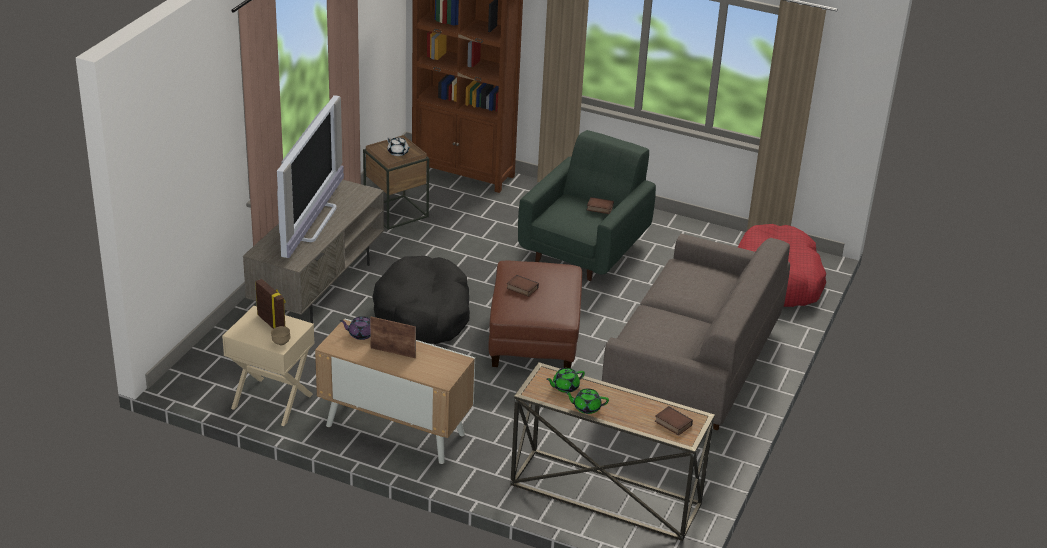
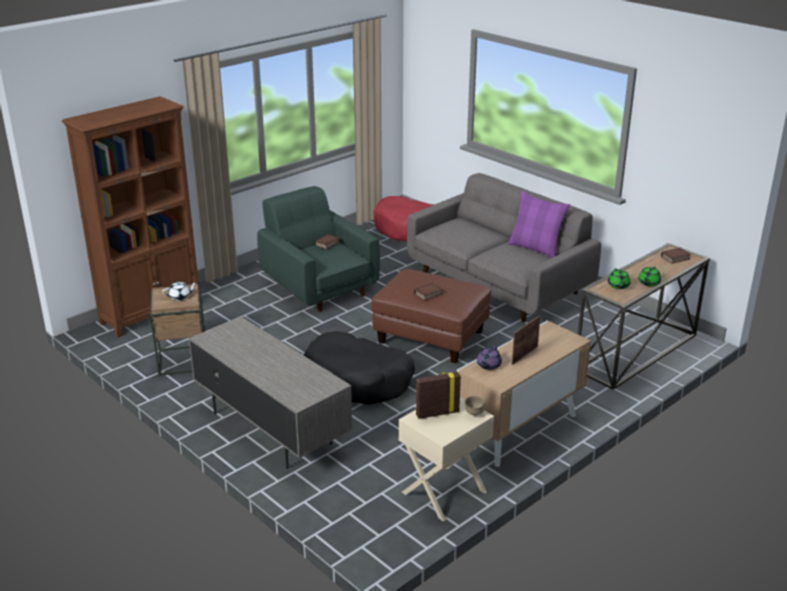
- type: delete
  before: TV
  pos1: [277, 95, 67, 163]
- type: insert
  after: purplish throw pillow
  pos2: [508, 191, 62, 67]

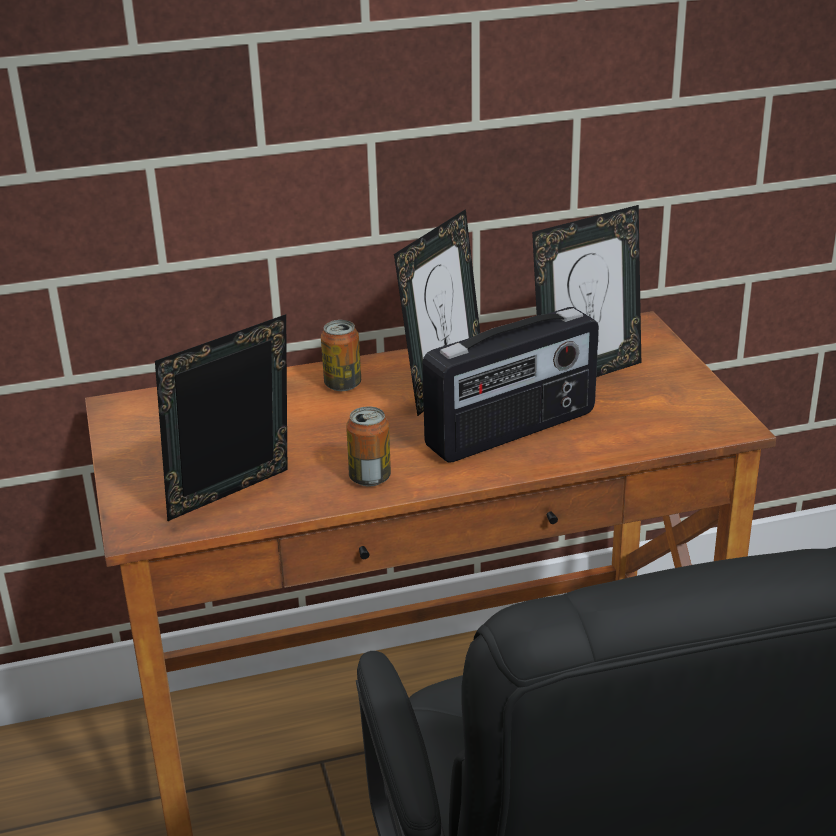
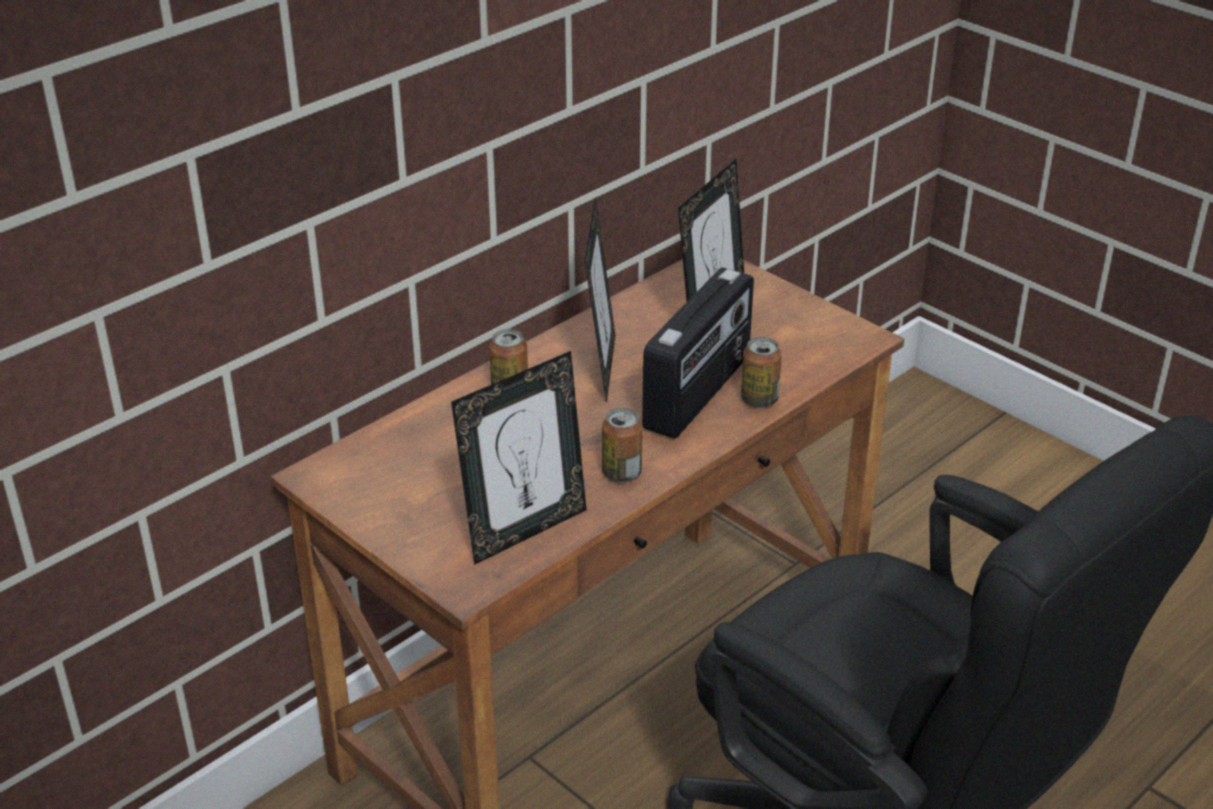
- type: rotate
  before: photo frame
  pos1: [155, 314, 132, 207]
  pos2: [451, 351, 136, 214]
  turn: -150
- type: insert
  after: metal can
  pos2: [741, 337, 41, 71]

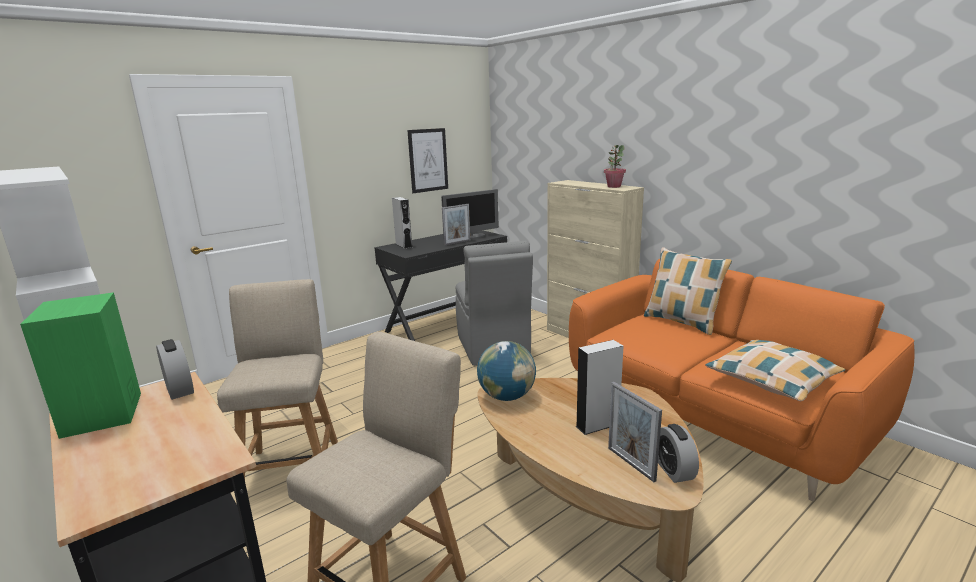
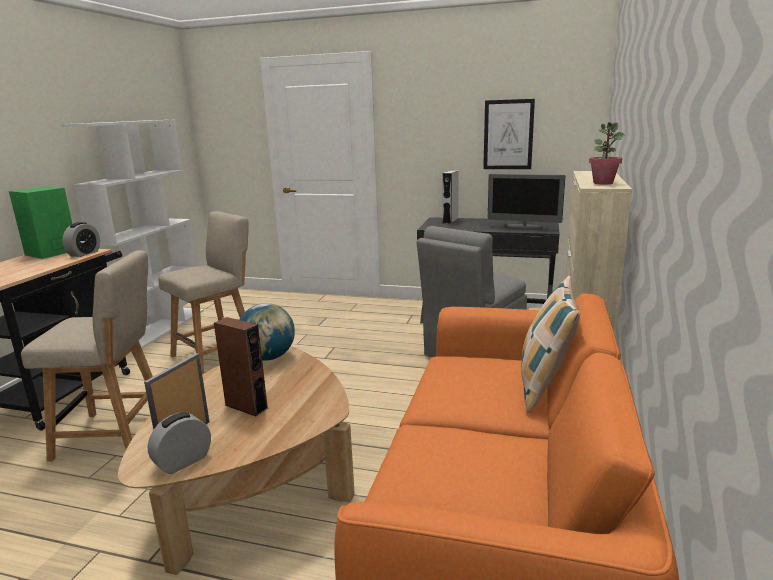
- type: delete
  before: photo frame
  pos1: [442, 204, 28, 41]
- type: recolor
  before: greyish speaker
  after: brown-coloured speaker
  pos1: [576, 340, 47, 95]
  pos2: [214, 317, 54, 99]
- type: delete
  before: throw pillow
  pos1: [705, 340, 140, 61]

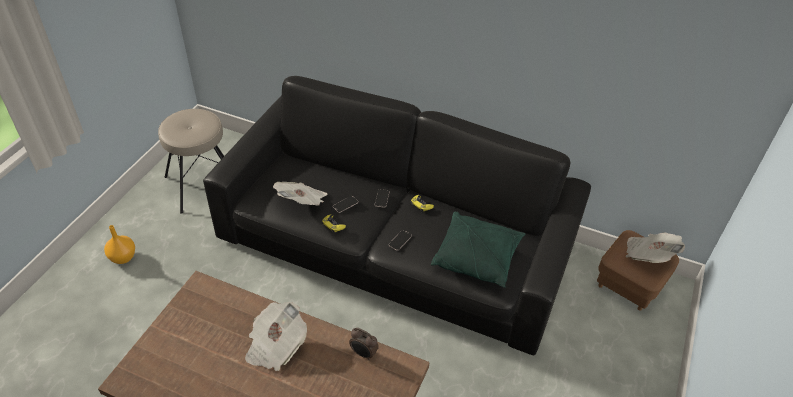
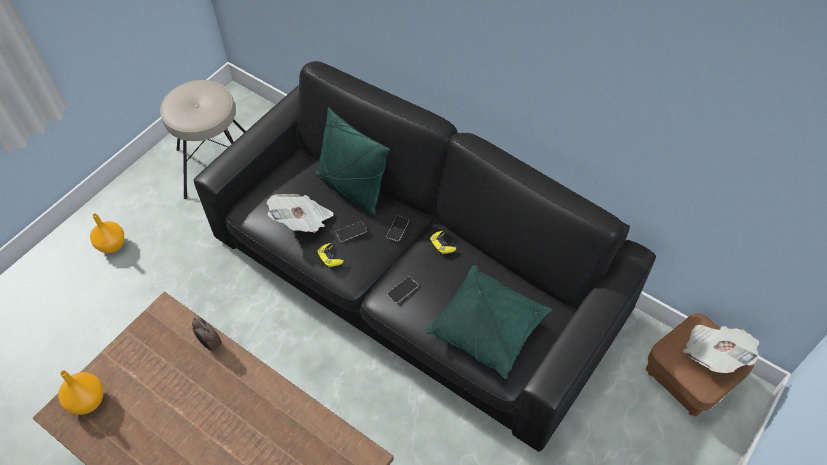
- type: delete
  before: printed paper
  pos1: [245, 302, 62, 69]
- type: move
  before: alarm clock
  pos1: [349, 328, 30, 32]
  pos2: [192, 317, 30, 35]
- type: insert
  after: greenish throw pillow
  pos2: [316, 107, 74, 108]
- type: insert
  after: orange flower vase
  pos2: [58, 370, 45, 45]

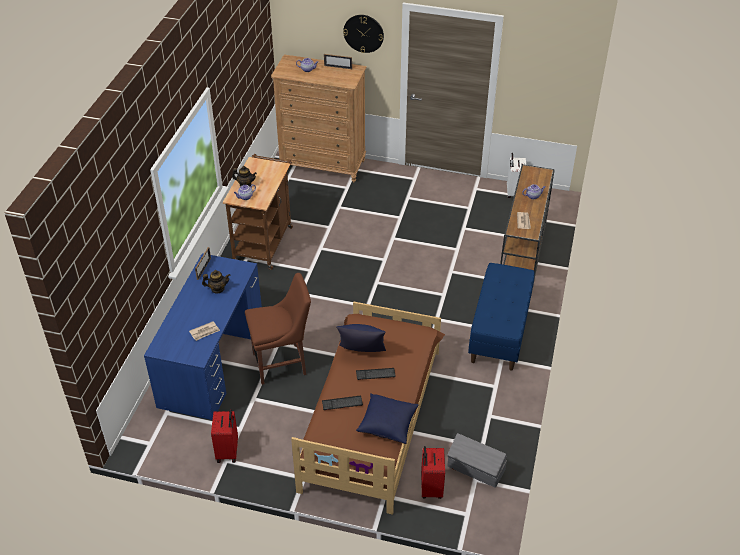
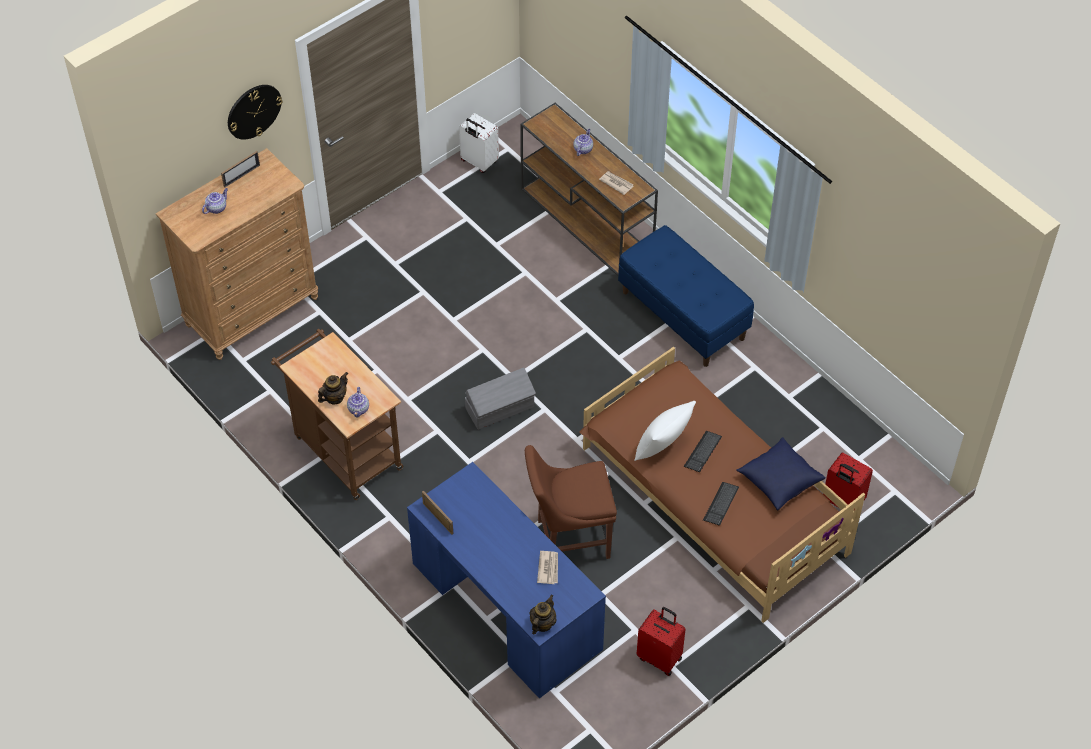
- type: move
  before: teapot
  pos1: [202, 270, 28, 24]
  pos2: [529, 595, 27, 40]
- type: rotate
  before: brown-coloured upright chair
  pos1: [245, 273, 66, 112]
  pos2: [525, 445, 92, 114]
  turn: -120
- type: recolor
  before: bluish throw pillow
  after: whitish throw pillow
  pos1: [336, 324, 50, 28]
  pos2: [634, 401, 62, 60]
- type: move
  before: greyish storage container
  pos1: [447, 433, 60, 55]
  pos2: [465, 368, 71, 62]

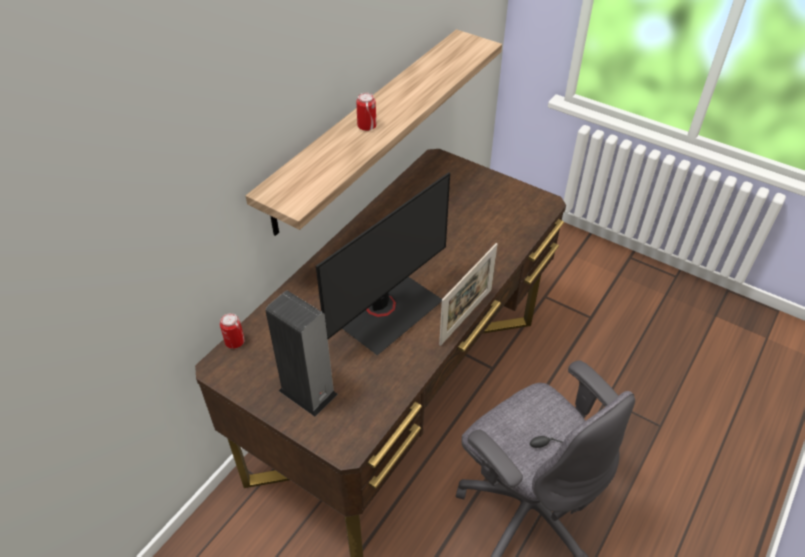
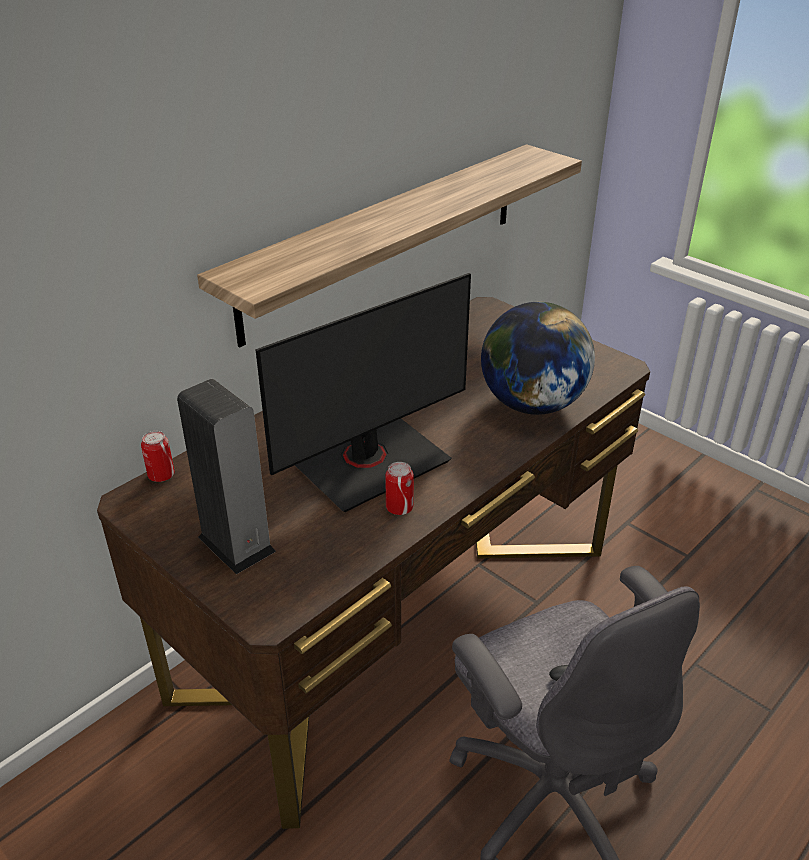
- type: move
  before: metal can
  pos1: [356, 93, 20, 38]
  pos2: [386, 462, 28, 53]
- type: delete
  before: photo frame
  pos1: [439, 243, 58, 103]
- type: insert
  after: globe
  pos2: [481, 302, 114, 113]

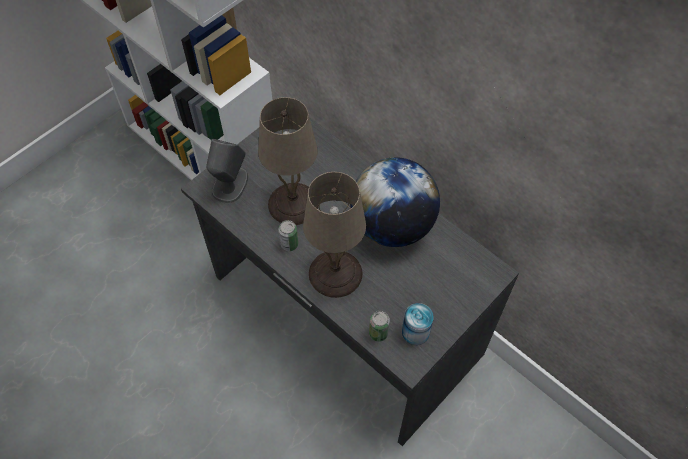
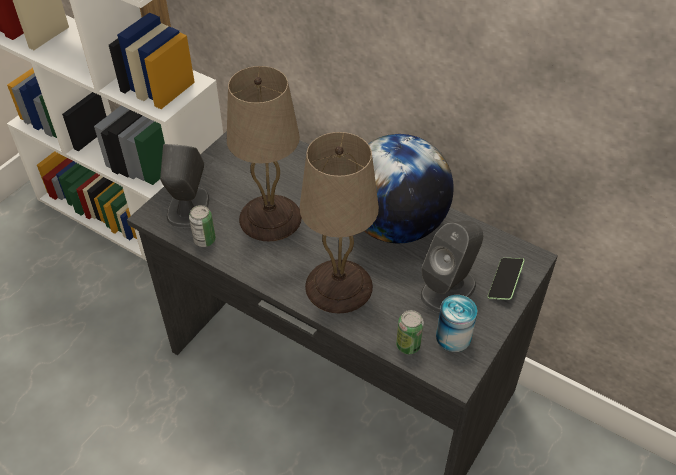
- type: move
  before: metal can
  pos1: [278, 220, 20, 31]
  pos2: [189, 205, 27, 42]
- type: insert
  after: greyish speaker
  pos2: [420, 221, 63, 92]
- type: insert
  after: telephone
  pos2: [487, 258, 38, 42]

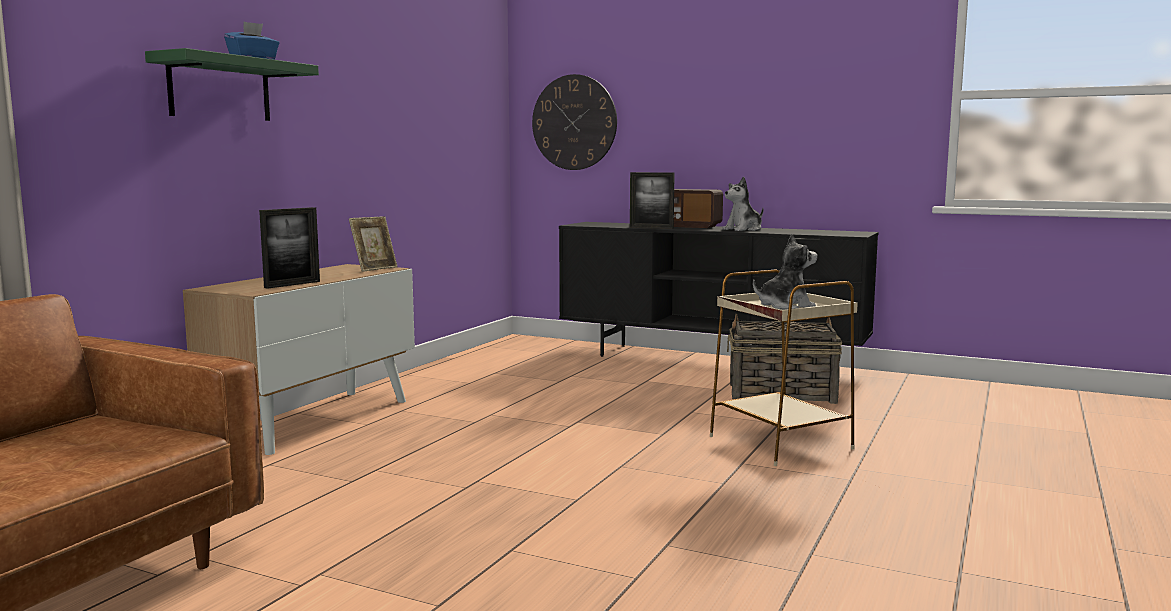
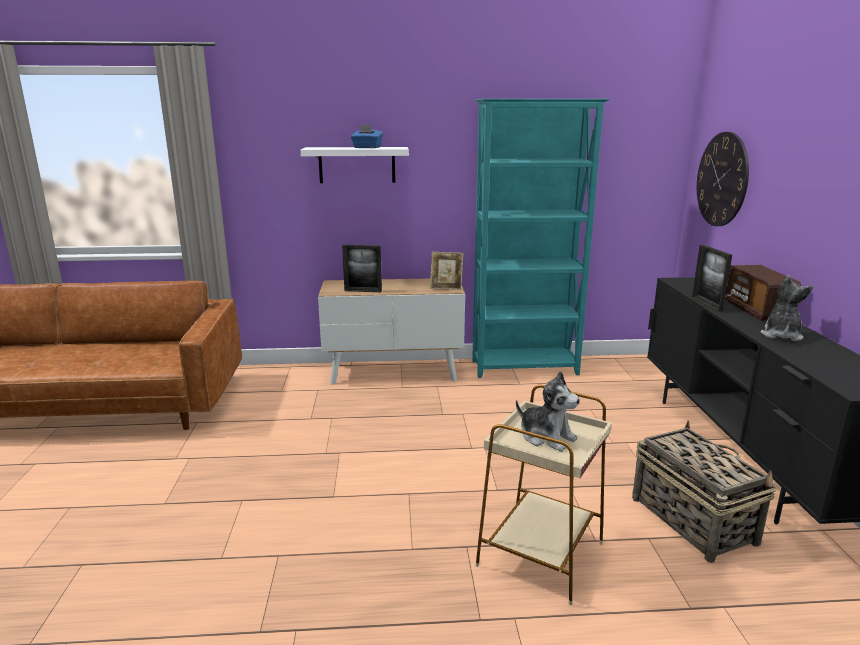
- type: recolor
  before: greenish shelf
  after: whitish shelf
  pos1: [145, 48, 174, 73]
  pos2: [301, 147, 108, 36]
- type: rotate
  before: plush toy
  pos1: [722, 177, 41, 54]
  pos2: [760, 275, 54, 66]
  turn: 90
- type: insert
  after: turquoise-coloured bookshelf
  pos2: [472, 99, 138, 279]

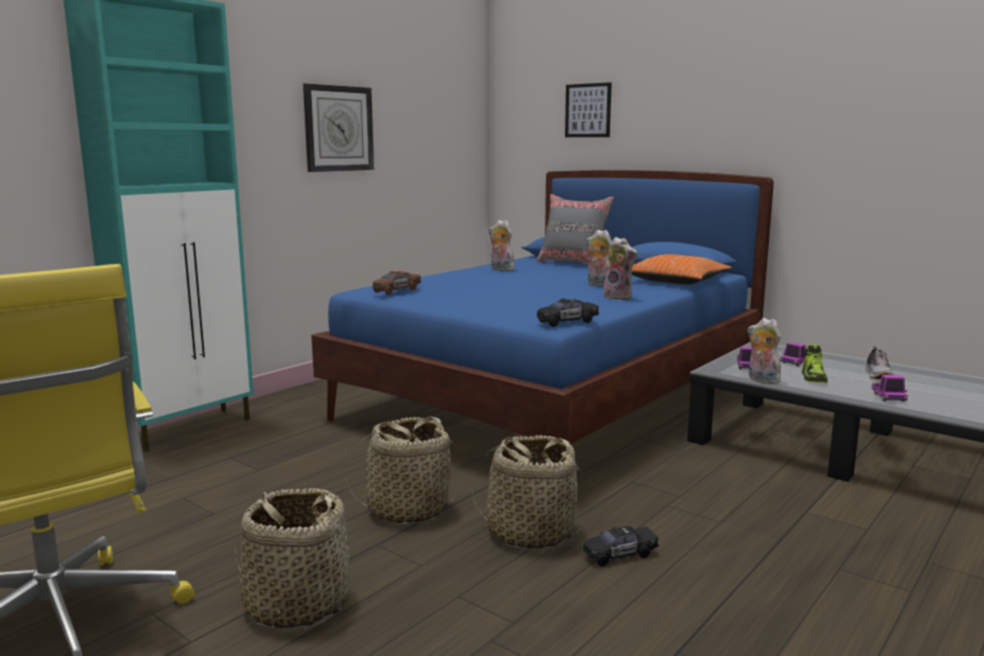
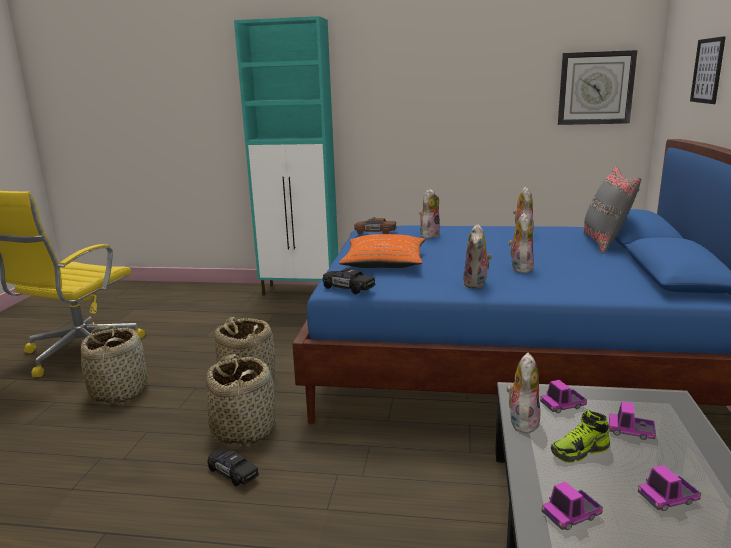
- type: move
  before: hanging clock
  pos1: [303, 83, 71, 89]
  pos2: [558, 50, 79, 75]
- type: move
  before: orange throw pillow
  pos1: [632, 254, 100, 31]
  pos2: [339, 234, 86, 34]
- type: replace
  before: item of footwear
  after: toy truck
  pos1: [865, 347, 29, 33]
  pos2: [638, 465, 63, 46]
- type: insert
  after: plush toy
  pos2: [419, 189, 21, 49]

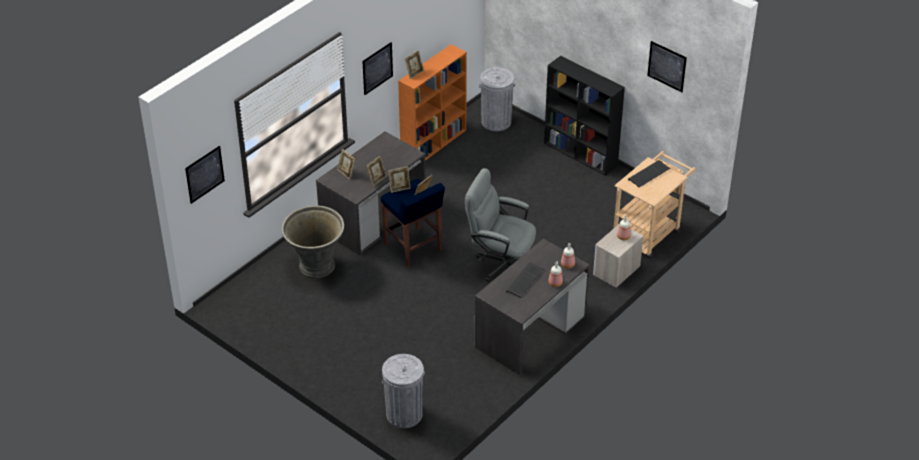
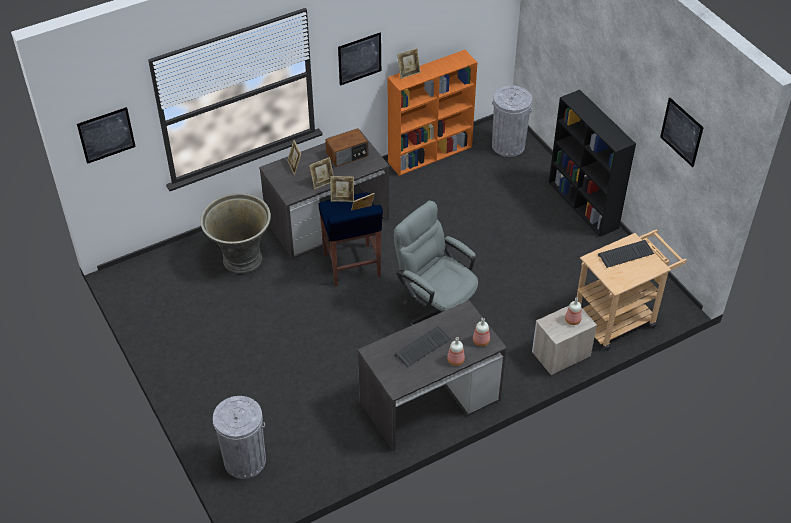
- type: insert
  after: radio receiver
  pos2: [325, 128, 43, 39]

